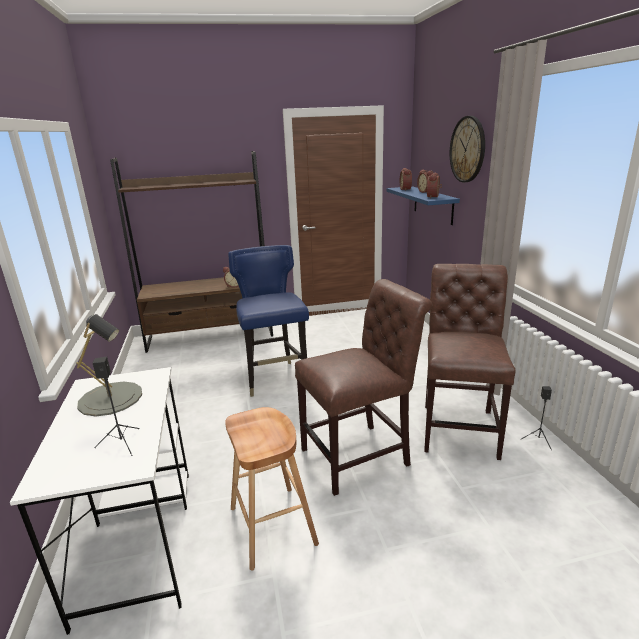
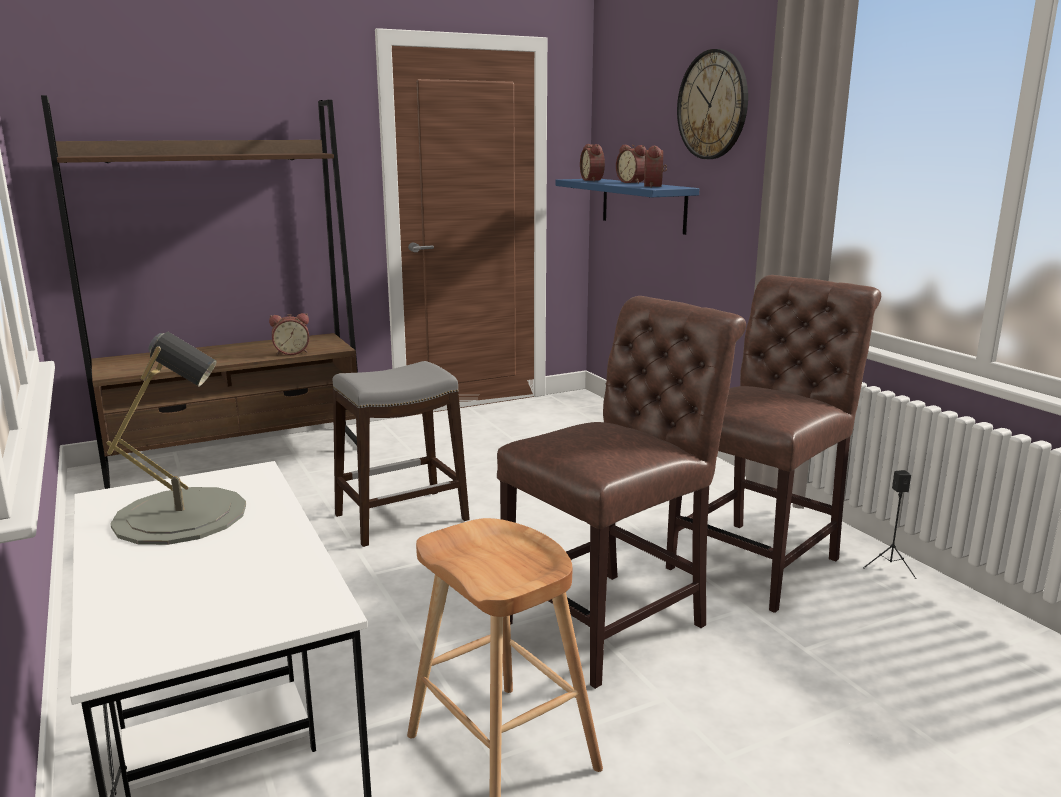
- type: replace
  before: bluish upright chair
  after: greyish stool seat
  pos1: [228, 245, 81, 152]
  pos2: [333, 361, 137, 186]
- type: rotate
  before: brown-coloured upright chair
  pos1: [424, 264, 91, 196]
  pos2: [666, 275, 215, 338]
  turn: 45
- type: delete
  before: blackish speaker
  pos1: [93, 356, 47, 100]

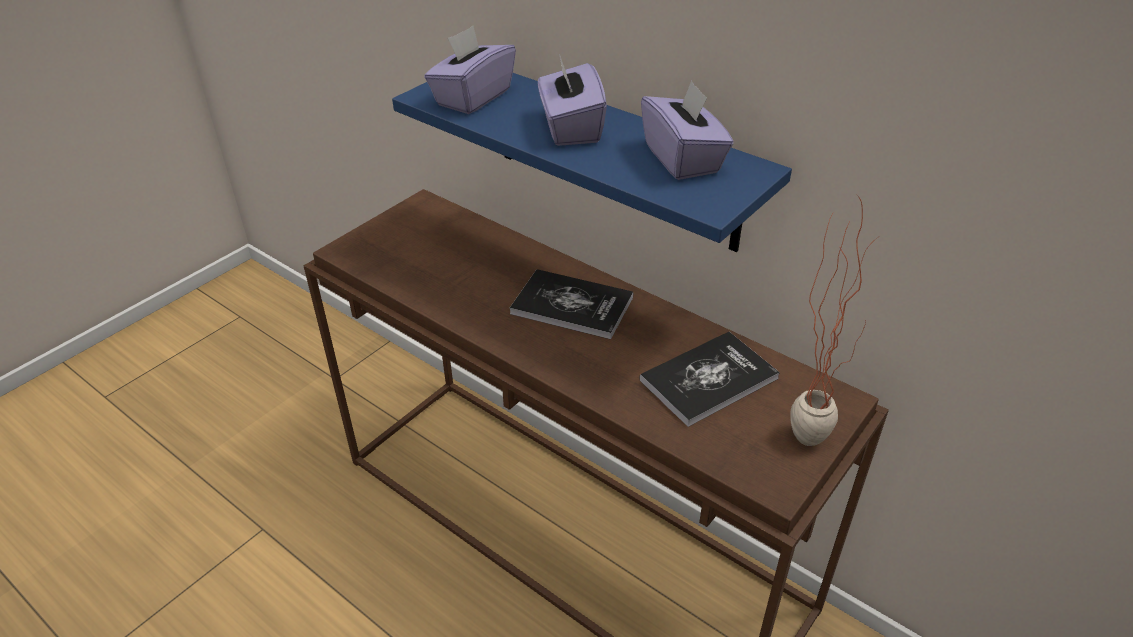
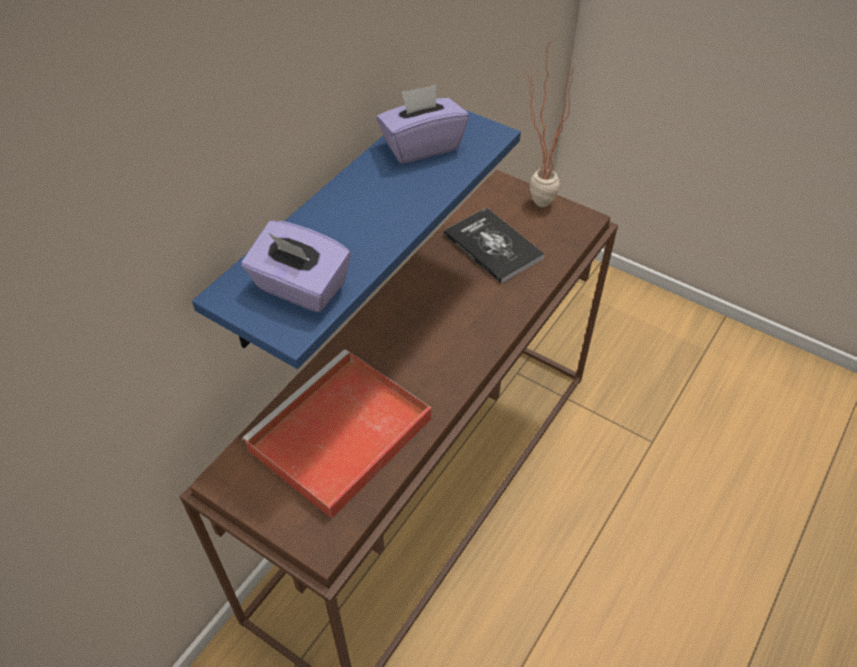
- type: delete
  before: purplish box of tissues
  pos1: [538, 54, 69, 92]
- type: delete
  before: volume
  pos1: [510, 269, 123, 70]
- type: insert
  after: red serving tray
  pos2: [242, 349, 189, 170]

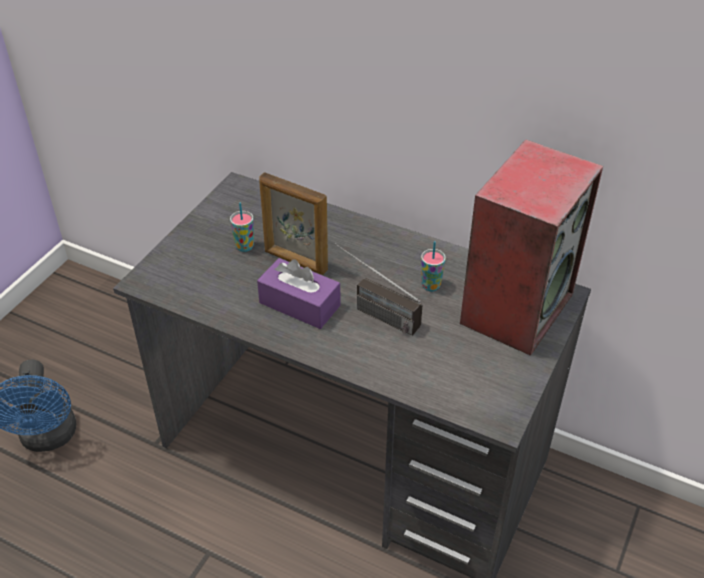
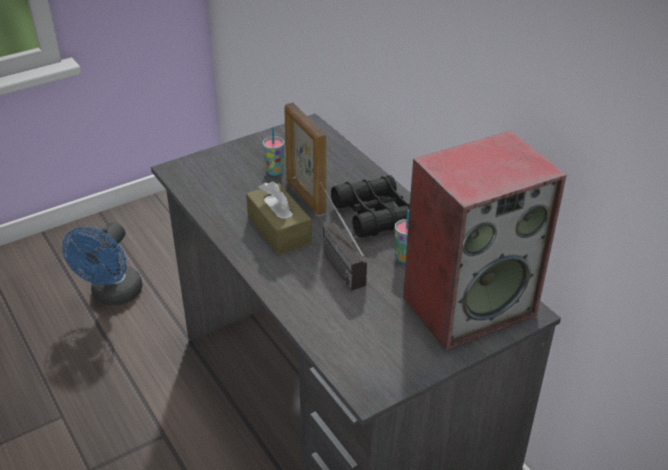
- type: recolor
  before: purplish box of tissues
  after: brown-coloured box of tissues
  pos1: [257, 258, 84, 71]
  pos2: [246, 181, 66, 74]
- type: insert
  after: blackish field glasses
  pos2: [331, 175, 79, 62]

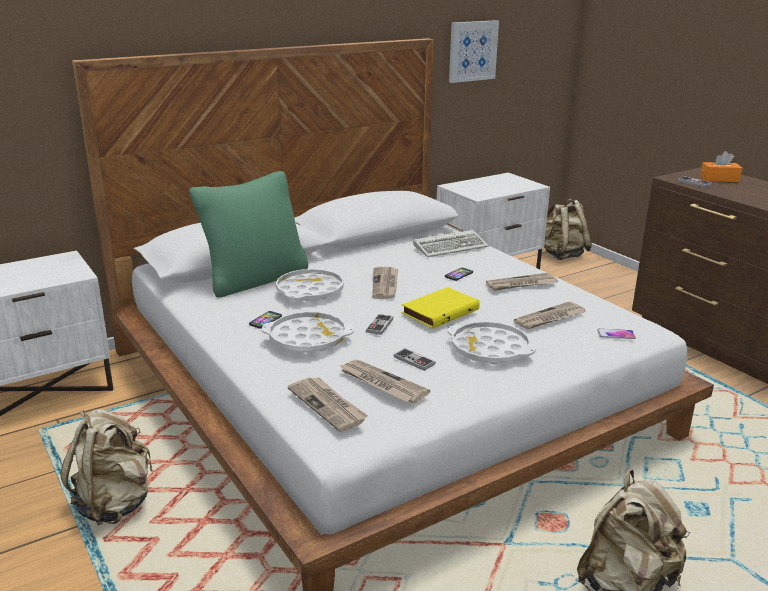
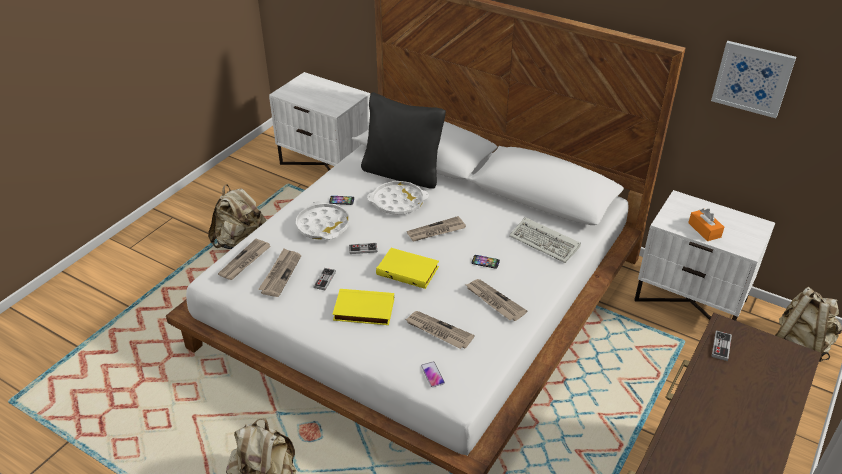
- type: move
  before: orange box of tissues
  pos1: [700, 151, 43, 31]
  pos2: [688, 208, 36, 33]
- type: recolor
  before: greenish throw pillow
  after: blackish throw pillow
  pos1: [189, 171, 119, 127]
  pos2: [361, 92, 85, 97]
- type: replace
  before: whitish serving tray
  after: yellow volume
  pos1: [448, 321, 88, 44]
  pos2: [332, 289, 62, 36]

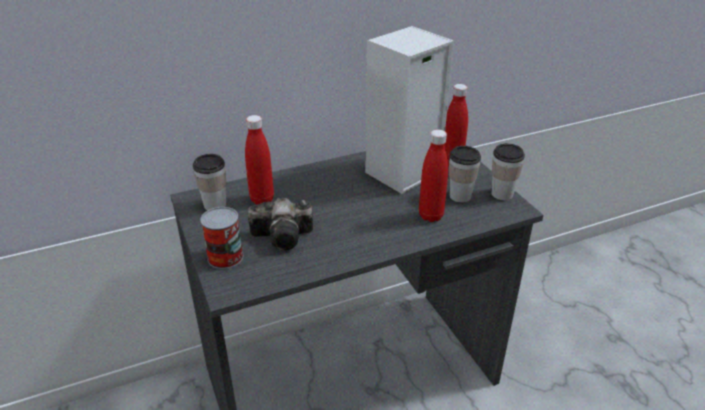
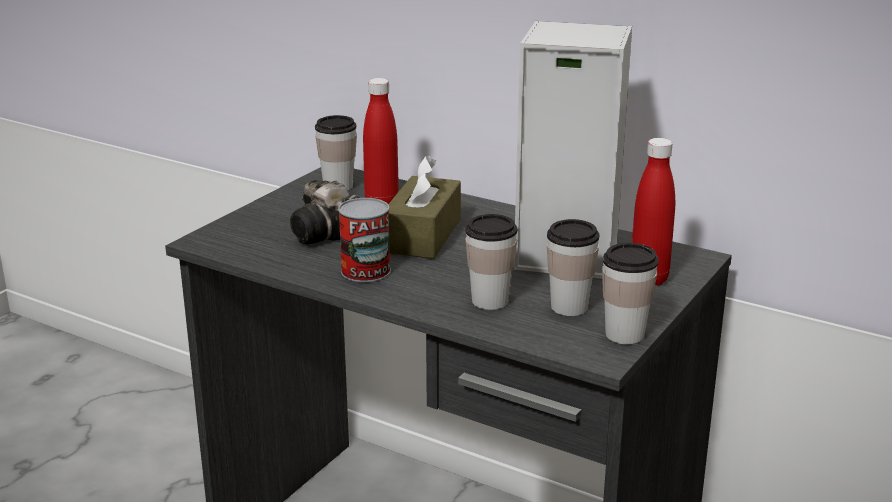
- type: replace
  before: red drink bottle
  after: drinking cup
  pos1: [419, 130, 29, 92]
  pos2: [465, 214, 52, 96]
- type: move
  before: metal can
  pos1: [200, 207, 43, 62]
  pos2: [338, 198, 53, 84]
- type: insert
  after: brown-coloured box of tissues
  pos2: [388, 156, 73, 103]

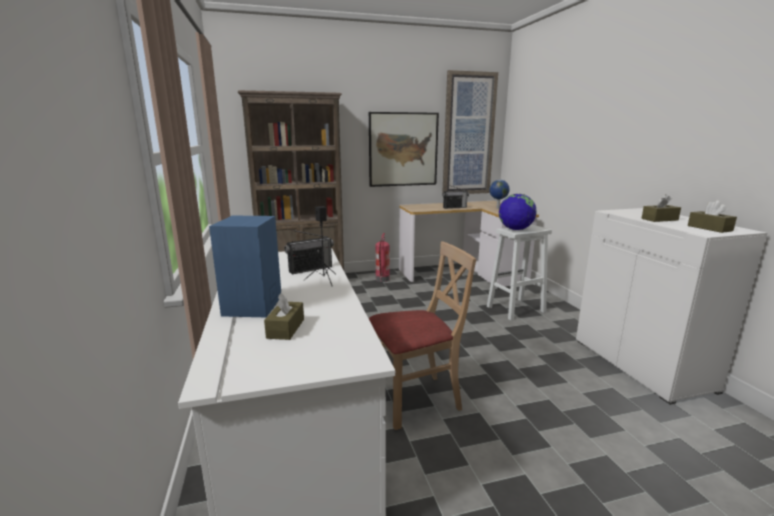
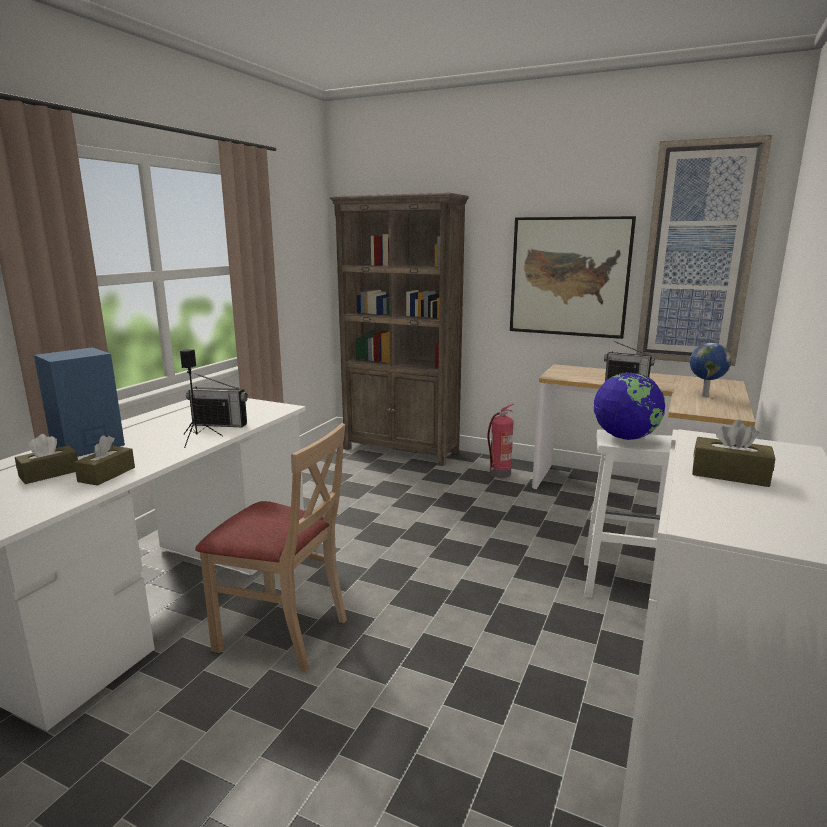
- type: move
  before: brown-coloured box of tissues
  pos1: [688, 200, 49, 33]
  pos2: [74, 435, 61, 51]

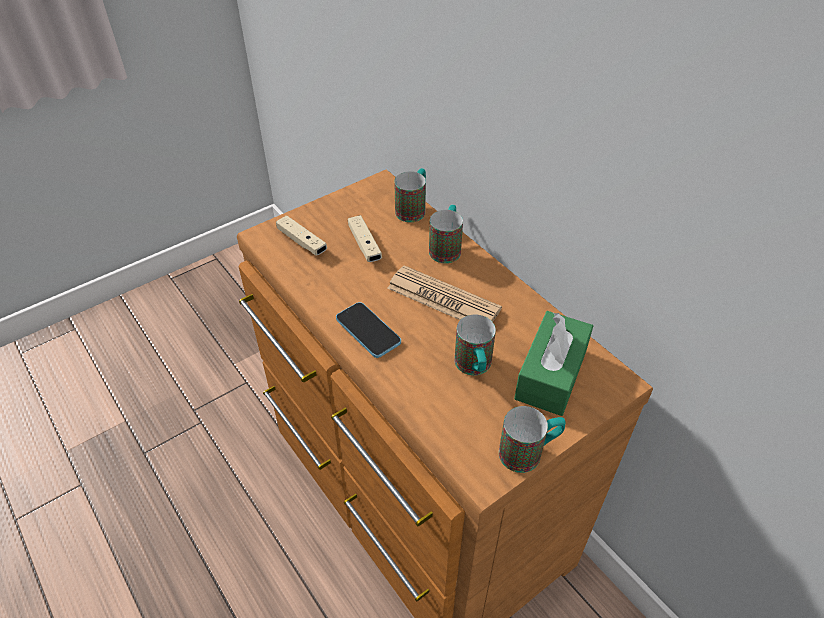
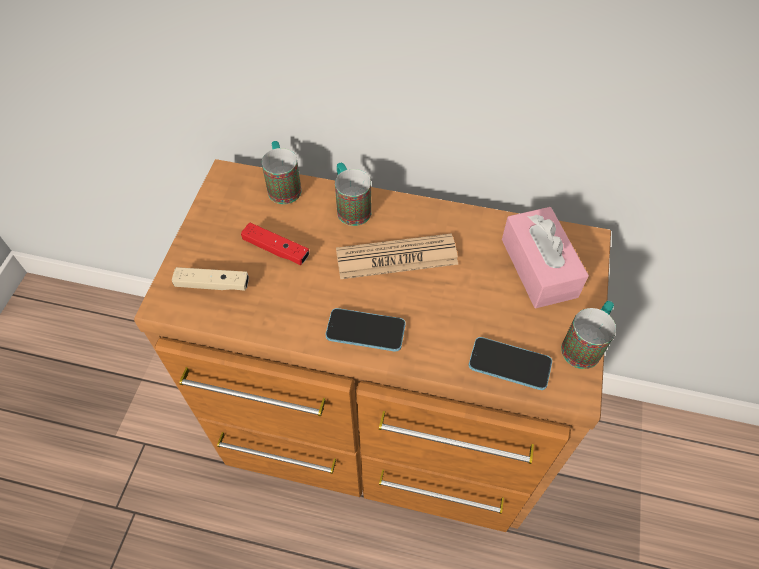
- type: recolor
  before: beige joypad
  after: red joypad
  pos1: [348, 215, 34, 47]
  pos2: [241, 223, 68, 42]
- type: recolor
  before: greenish box of tissues
  after: pinkish box of tissues
  pos1: [514, 311, 79, 105]
  pos2: [502, 207, 87, 101]
- type: delete
  before: tea mug
  pos1: [454, 315, 42, 60]
- type: insert
  after: telephone
  pos2: [469, 337, 83, 53]

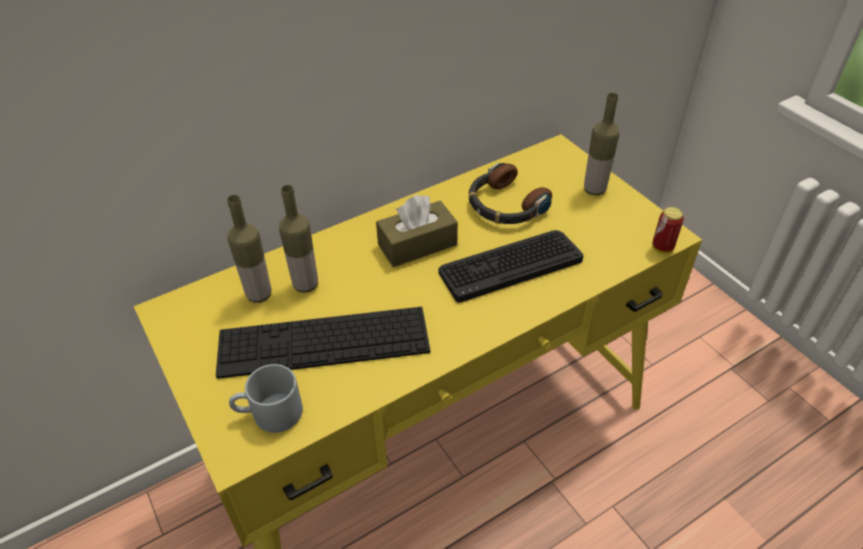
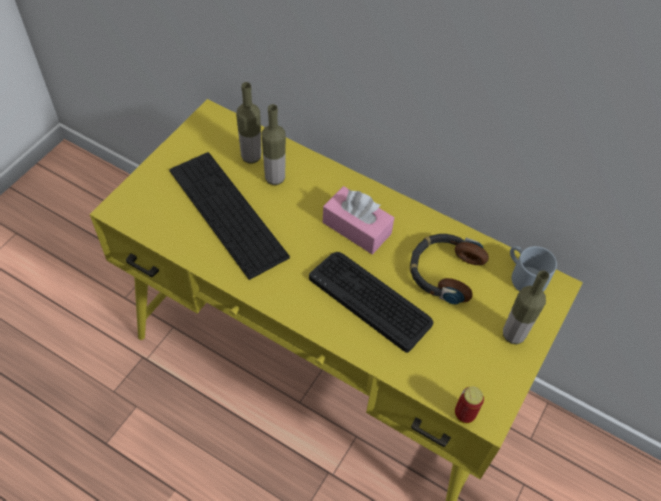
- type: recolor
  before: brown-coloured box of tissues
  after: pinkish box of tissues
  pos1: [376, 195, 82, 72]
  pos2: [323, 186, 71, 68]
- type: move
  before: greyish tea mug
  pos1: [229, 364, 74, 69]
  pos2: [510, 246, 47, 46]

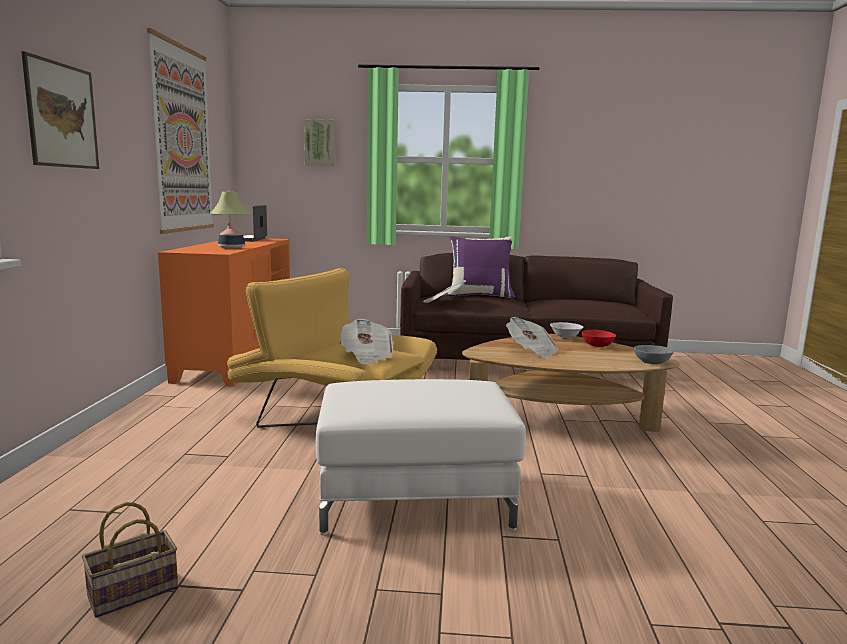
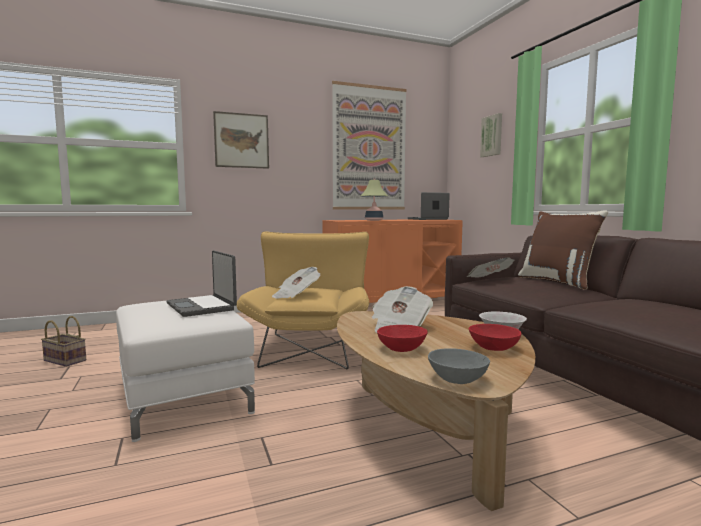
- type: recolor
  before: purplish throw pillow
  after: brown-coloured throw pillow
  pos1: [448, 236, 67, 62]
  pos2: [518, 210, 90, 80]
- type: insert
  after: laptop
  pos2: [166, 251, 71, 66]
- type: insert
  after: red bowl
  pos2: [377, 325, 51, 27]

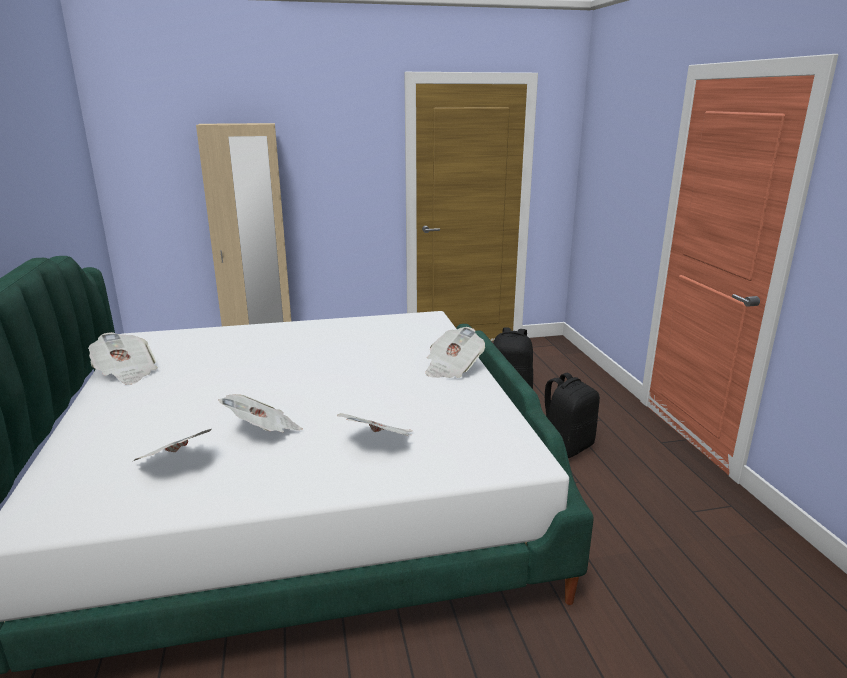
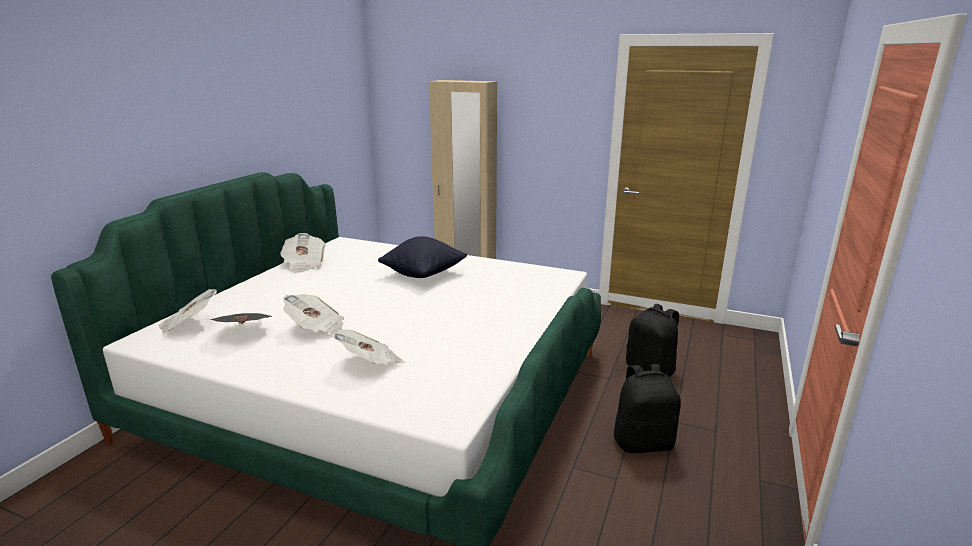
- type: move
  before: printed paper
  pos1: [425, 327, 60, 51]
  pos2: [159, 289, 58, 45]
- type: insert
  after: blackish throw pillow
  pos2: [378, 236, 89, 42]

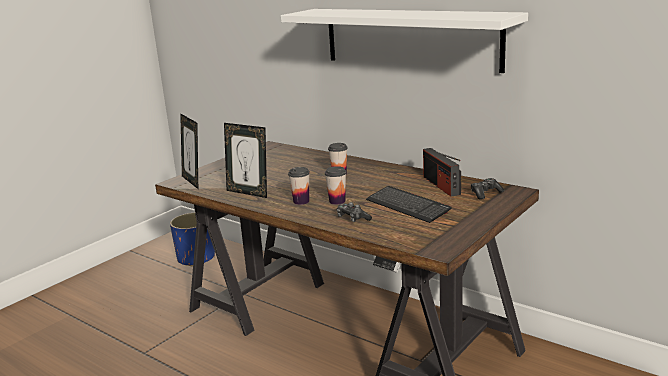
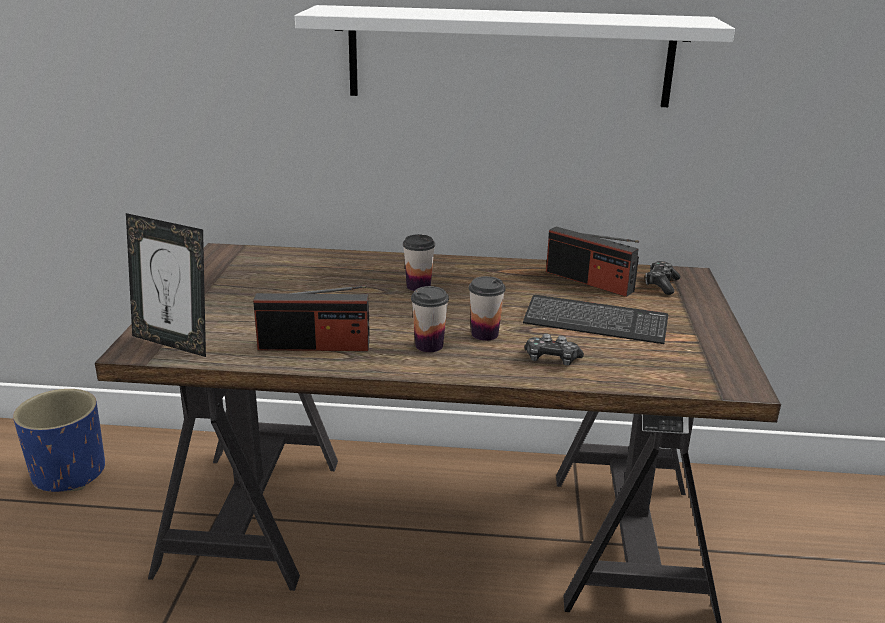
- type: replace
  before: photo frame
  after: radio receiver
  pos1: [224, 123, 43, 75]
  pos2: [253, 285, 116, 66]

